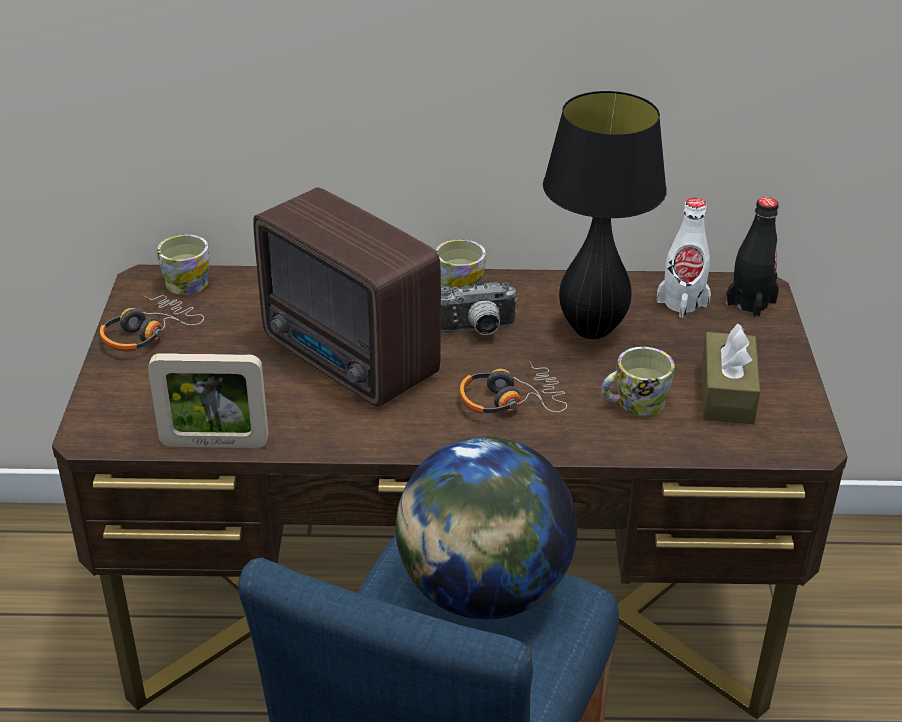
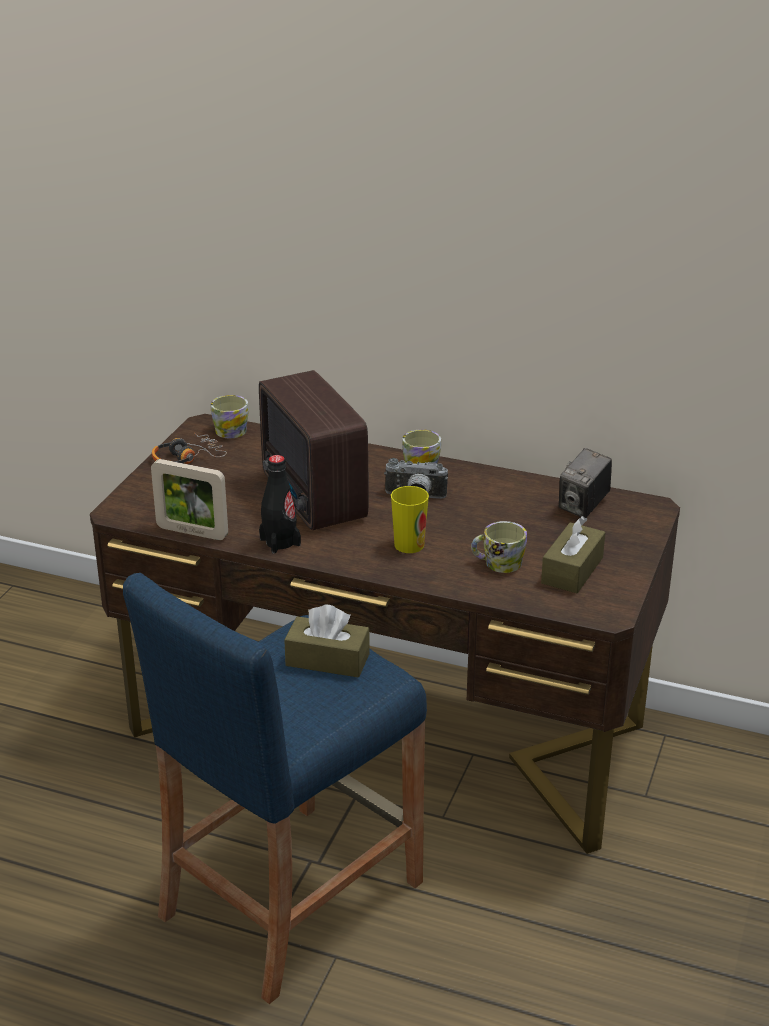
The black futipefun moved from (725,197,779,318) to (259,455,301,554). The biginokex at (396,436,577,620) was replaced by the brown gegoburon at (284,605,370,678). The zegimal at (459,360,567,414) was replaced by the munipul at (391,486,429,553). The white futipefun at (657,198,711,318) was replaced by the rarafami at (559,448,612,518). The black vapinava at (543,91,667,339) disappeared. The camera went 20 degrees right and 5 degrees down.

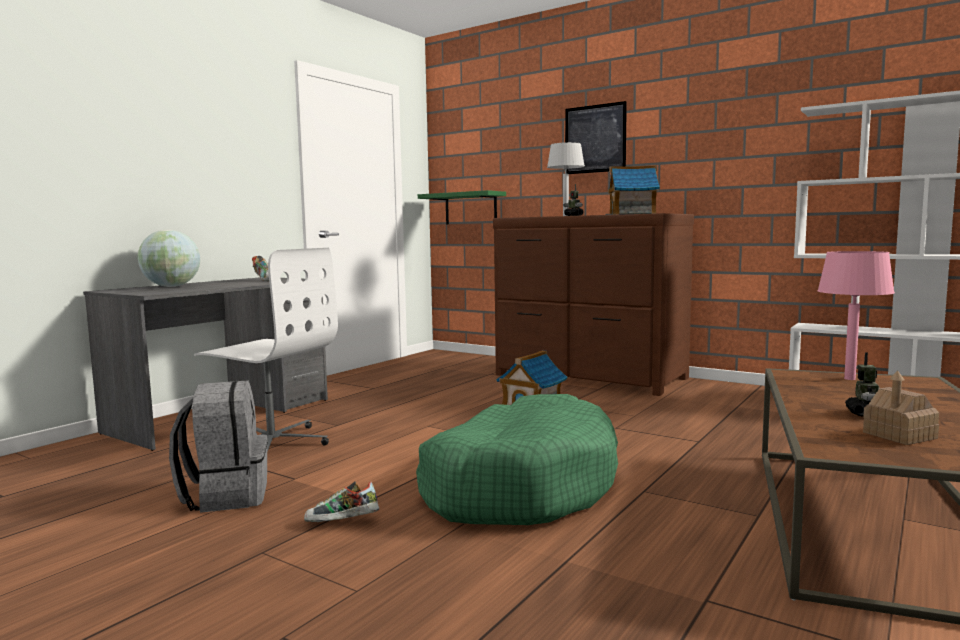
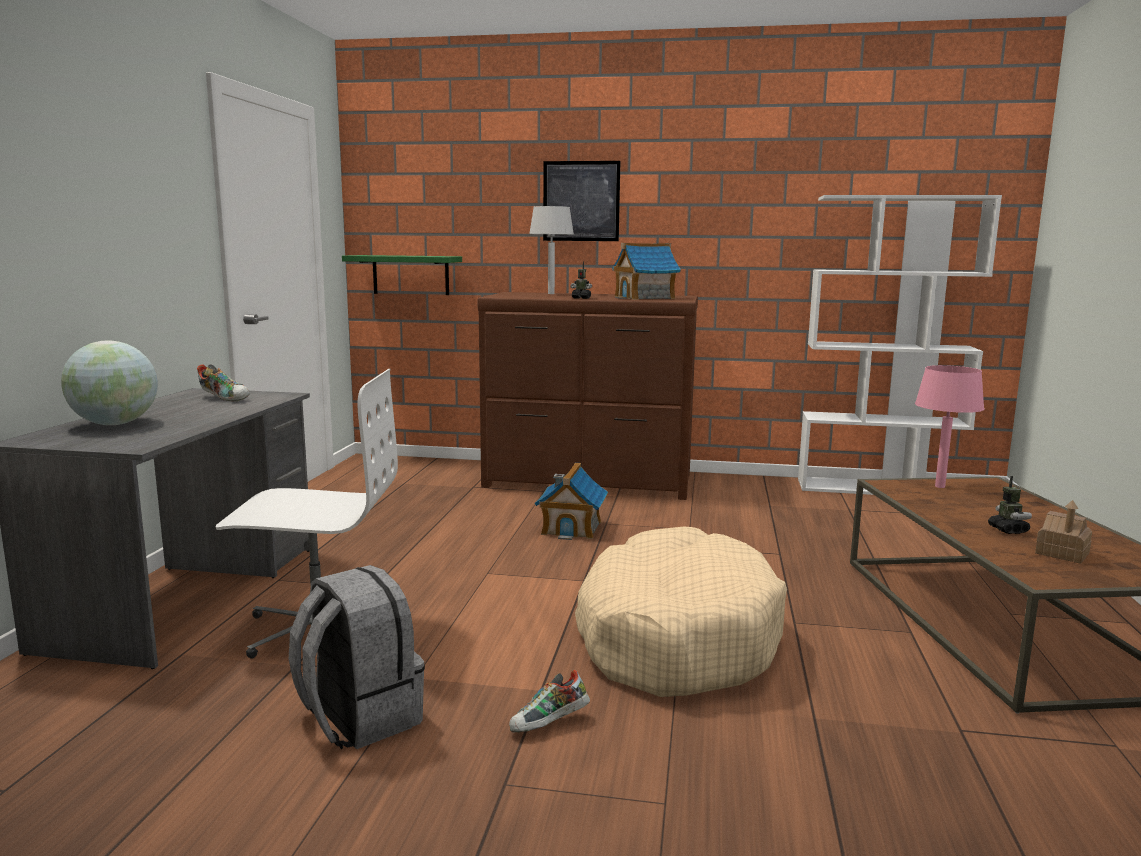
The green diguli at (416,394,618,525) became the beige diguli at (575,527,787,697). The camera went 25 degrees left and 5 degrees up.

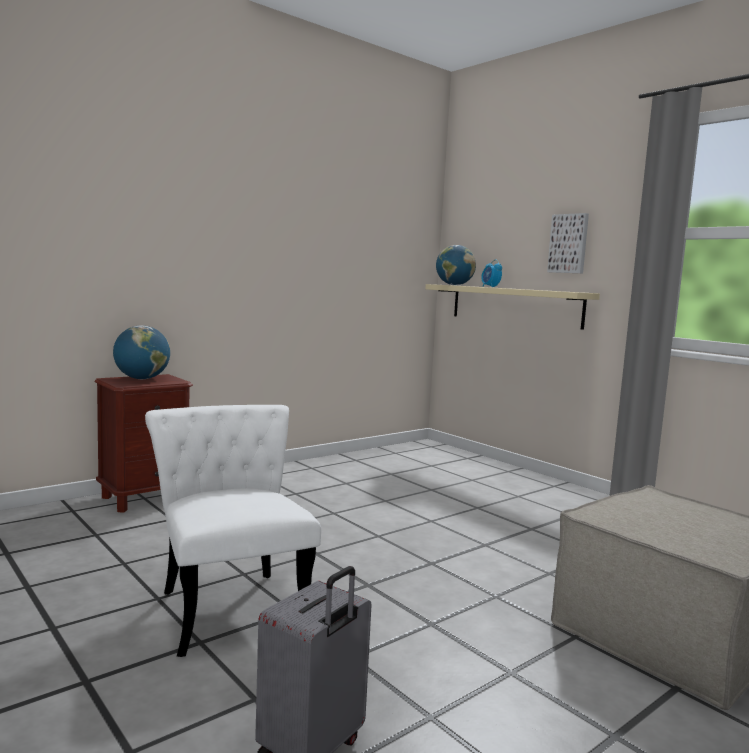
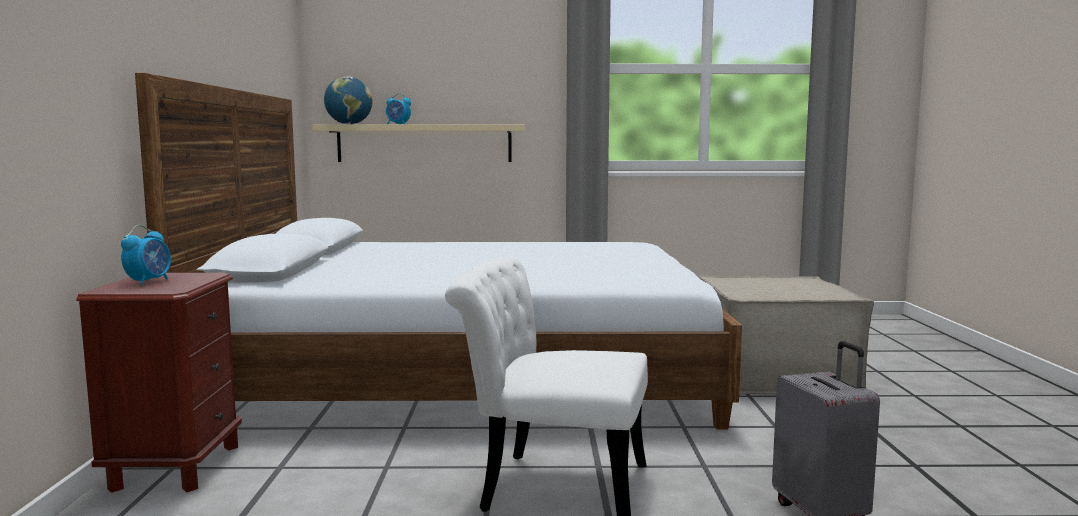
The biginokex at (113,325,170,379) was replaced by the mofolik at (121,225,171,286). The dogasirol at (135,73,742,430) appeared. The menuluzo at (547,213,589,273) disappeared. The camera went 50 degrees left and 0 degrees up.

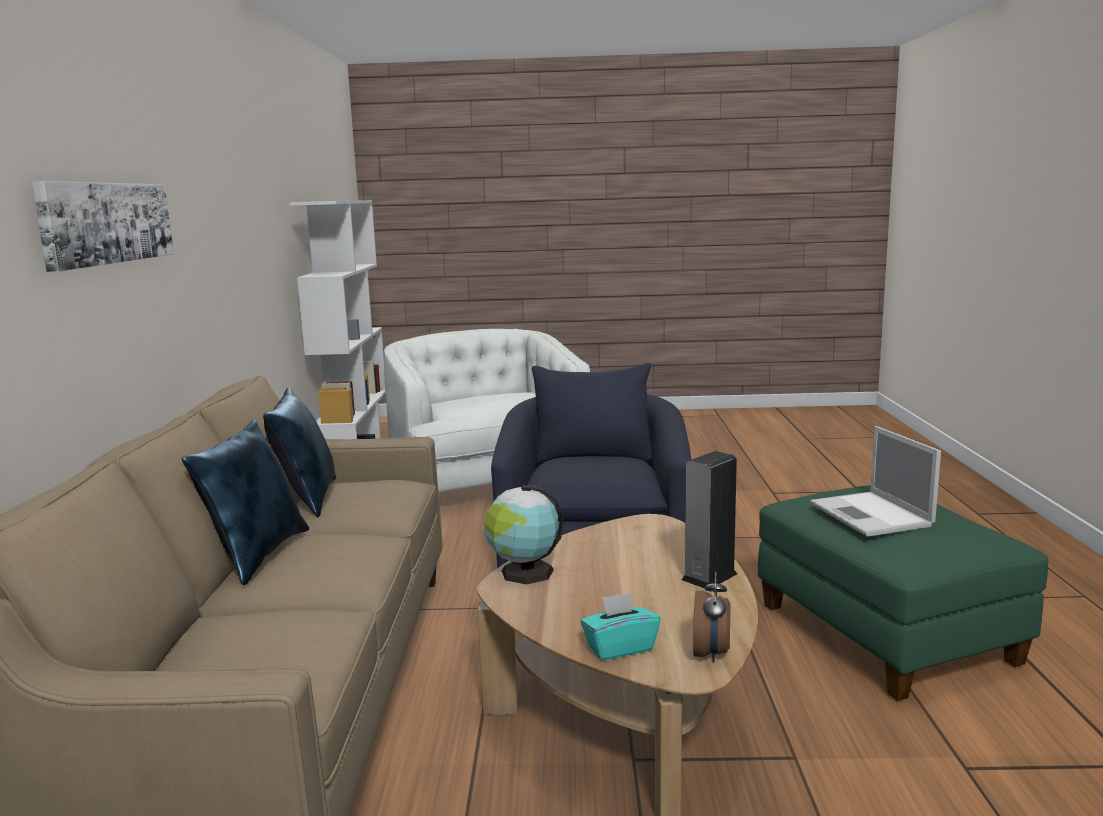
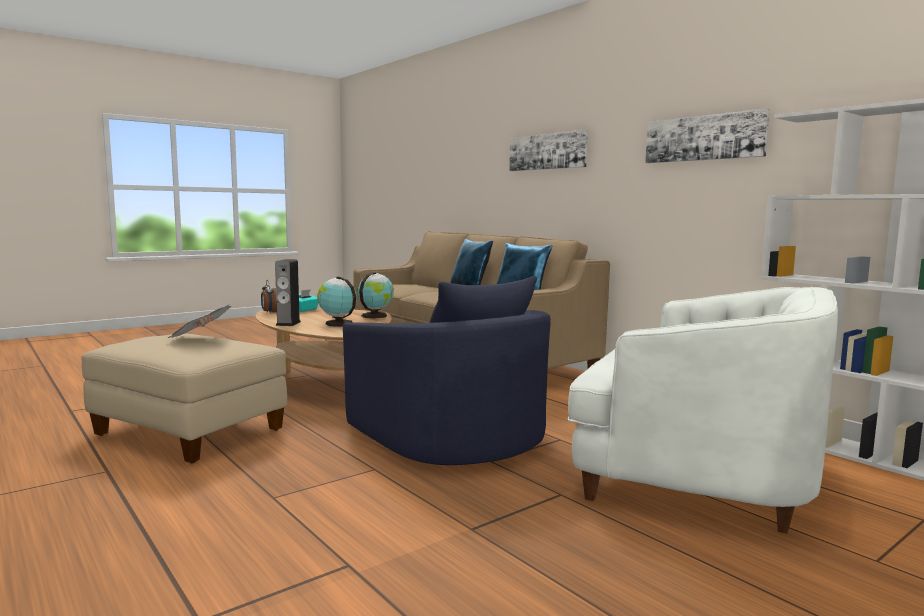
The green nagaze at (758,485,1049,701) became the beige nagaze at (81,334,287,463). The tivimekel at (810,426,941,537) was replaced by the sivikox at (168,305,231,338). The biginokex at (317,277,357,327) appeared. The menuluzo at (645,108,770,163) appeared. The camera went 140 degrees right and 5 degrees down.

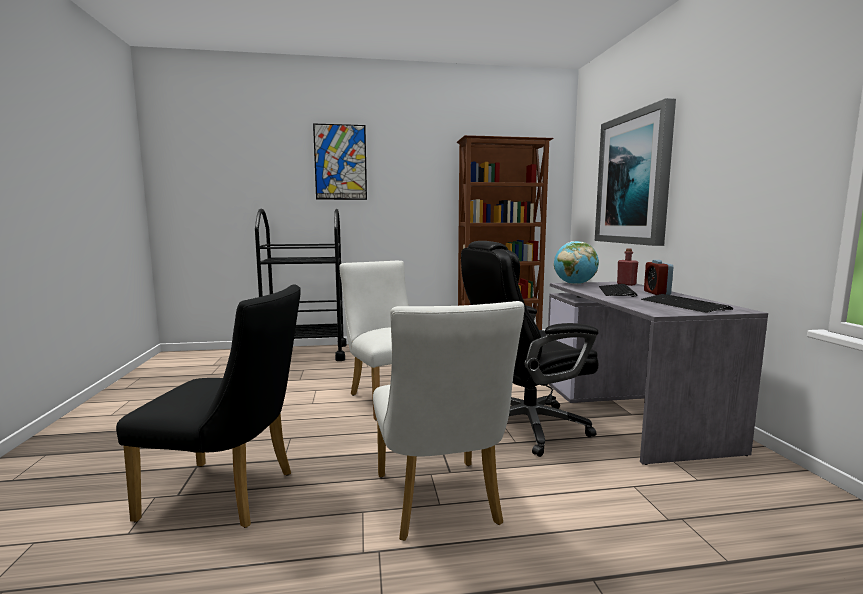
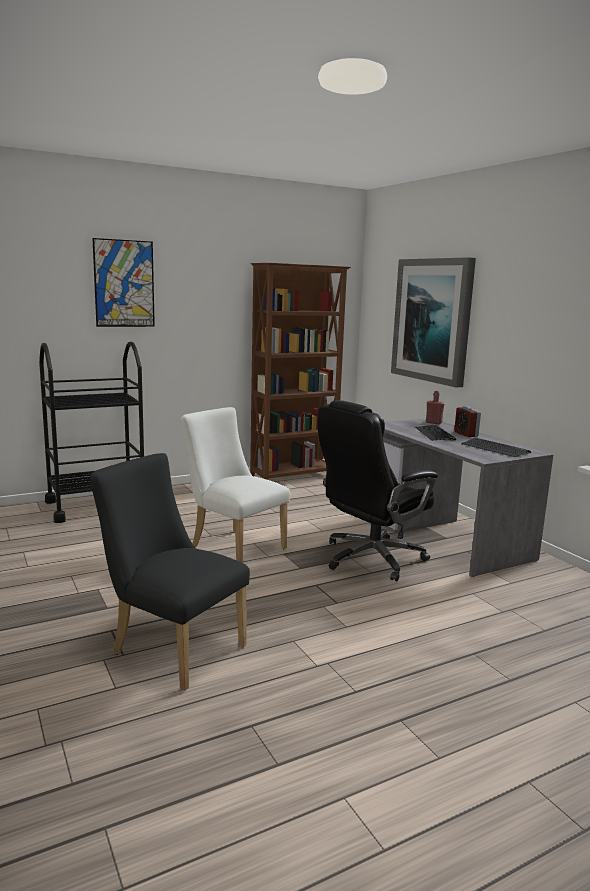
The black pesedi at (116,284,301,528) turned 135 degrees counterclockwise. The white pesedi at (373,301,525,541) disappeared. The biginokex at (554,241,599,285) disappeared. The camera went 20 degrees left and 5 degrees up.

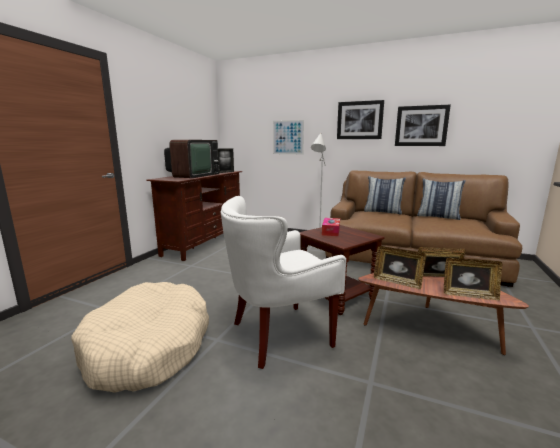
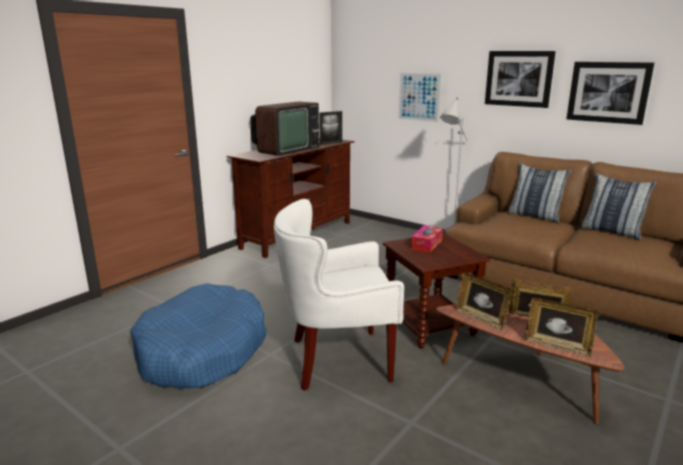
The beige diguli at (71,282,209,393) became the blue diguli at (130,283,266,389). The camera went 15 degrees right and 5 degrees up.

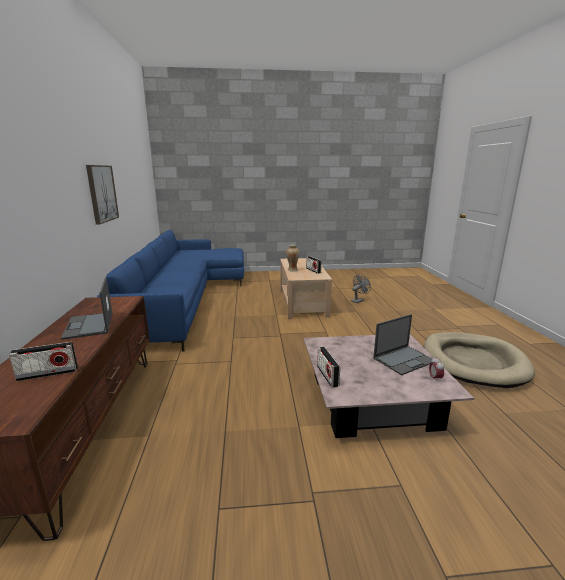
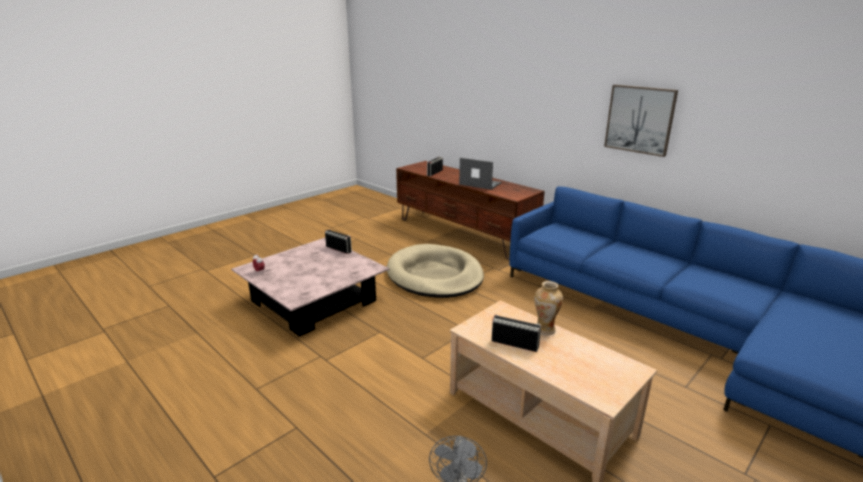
The beige diguli moved from (424,332,535,388) to (387,244,484,298). The tivimekel at (373,314,435,376) disappeared. The camera went 140 degrees right and 5 degrees up.

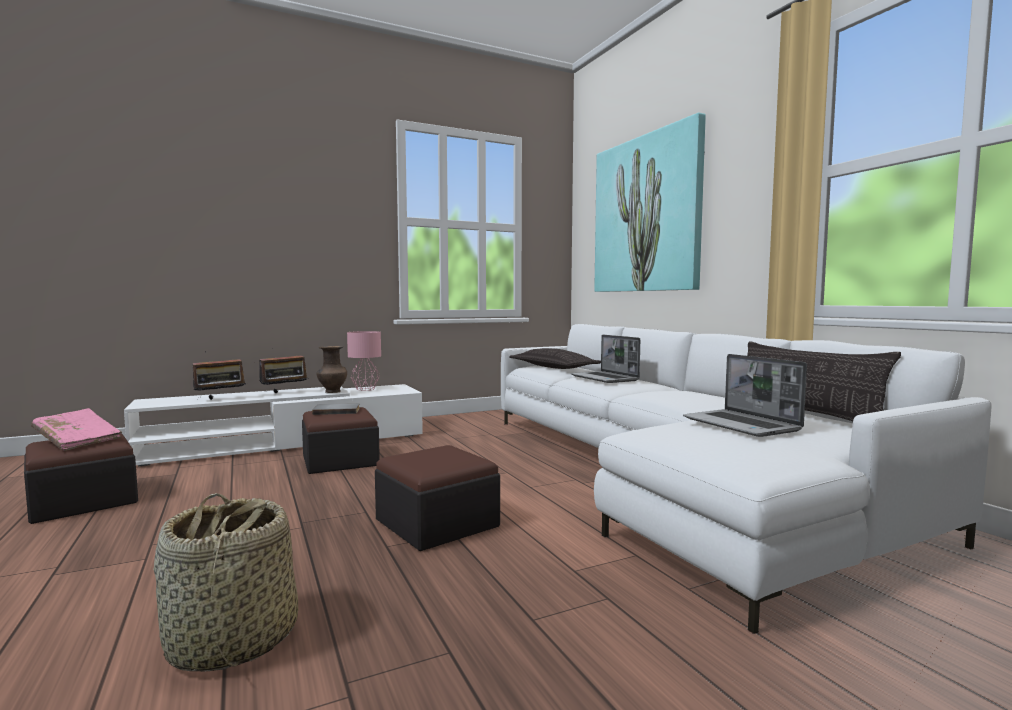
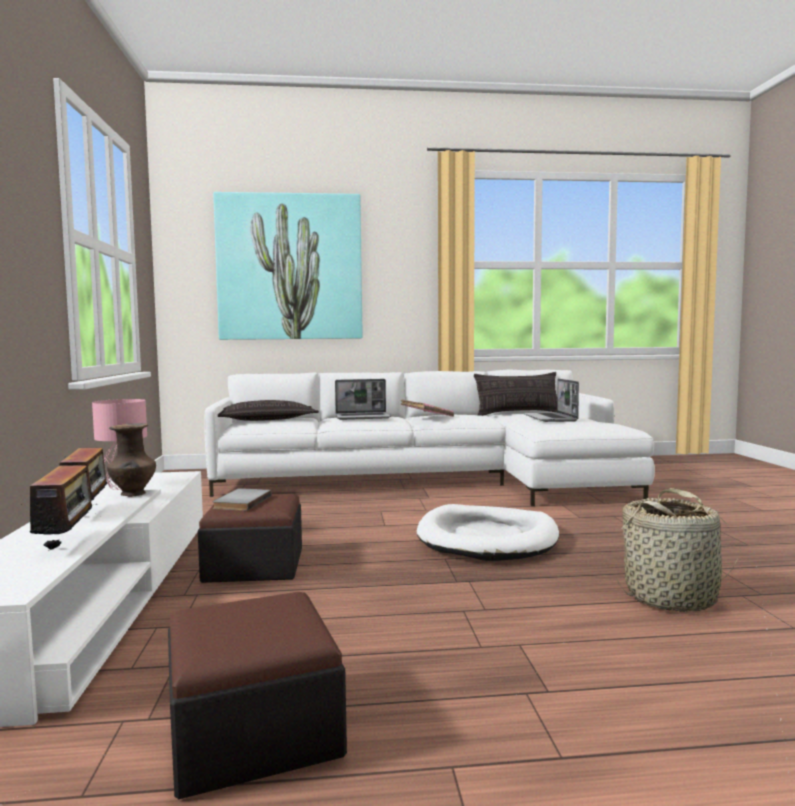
The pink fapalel moved from (31,408,122,451) to (401,399,454,417). The nagaze at (375,445,500,551) was replaced by the white diguli at (417,504,559,561). The tivimekel at (683,354,807,437) turned 90 degrees clockwise. The camera went 70 degrees left and 0 degrees up.

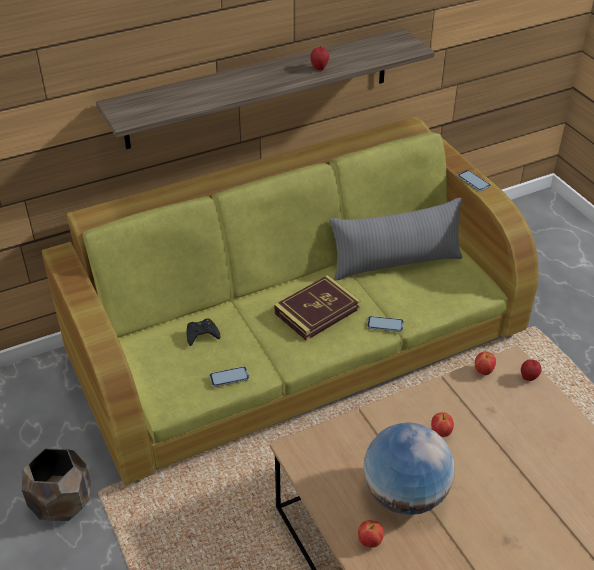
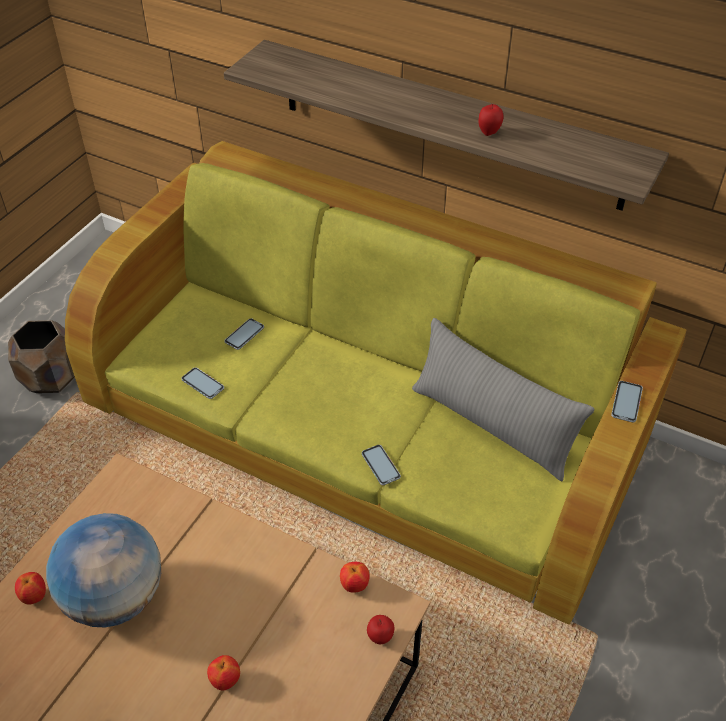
The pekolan moved from (431,412,454,437) to (207,655,240,691). The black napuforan at (187,319,221,346) was replaced by the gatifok at (224,318,264,350). The fapalel at (274,275,360,341) disappeared. The camera went 55 degrees right and 5 degrees up.

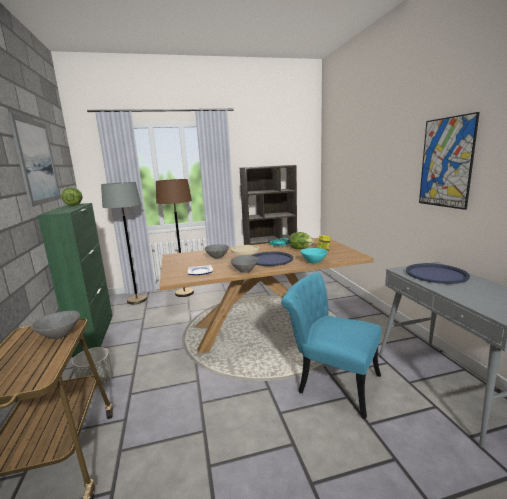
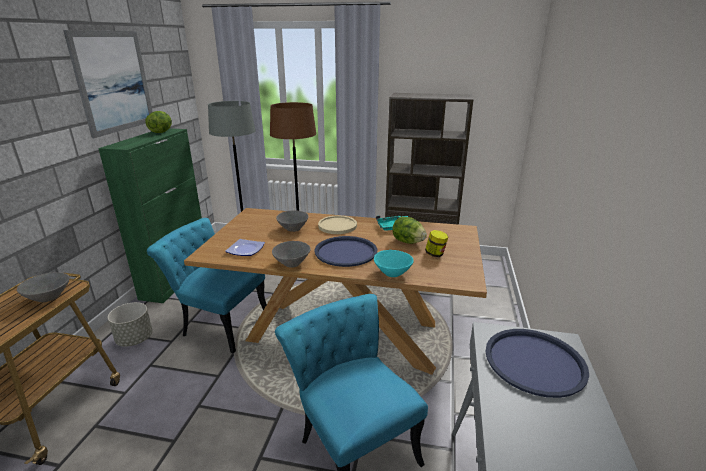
The turquoise pesedi at (147,218,267,353) appeared. The menuluzo at (419,112,480,210) disappeared. The camera went 25 degrees right and 10 degrees up.

